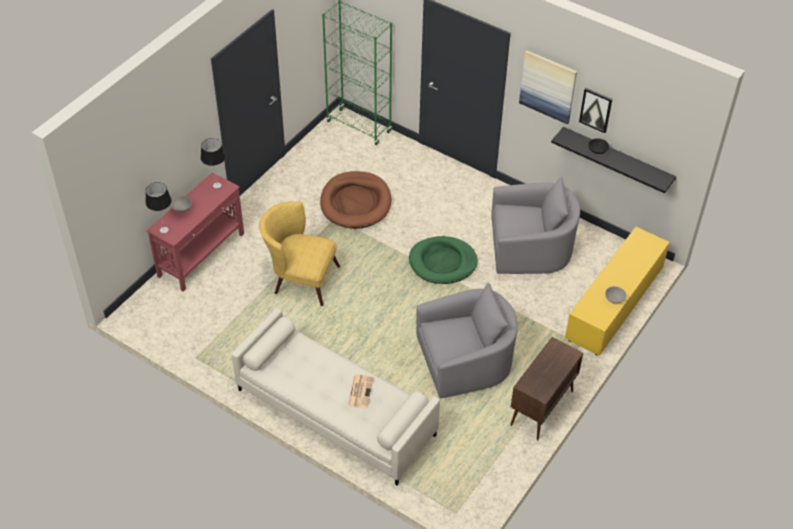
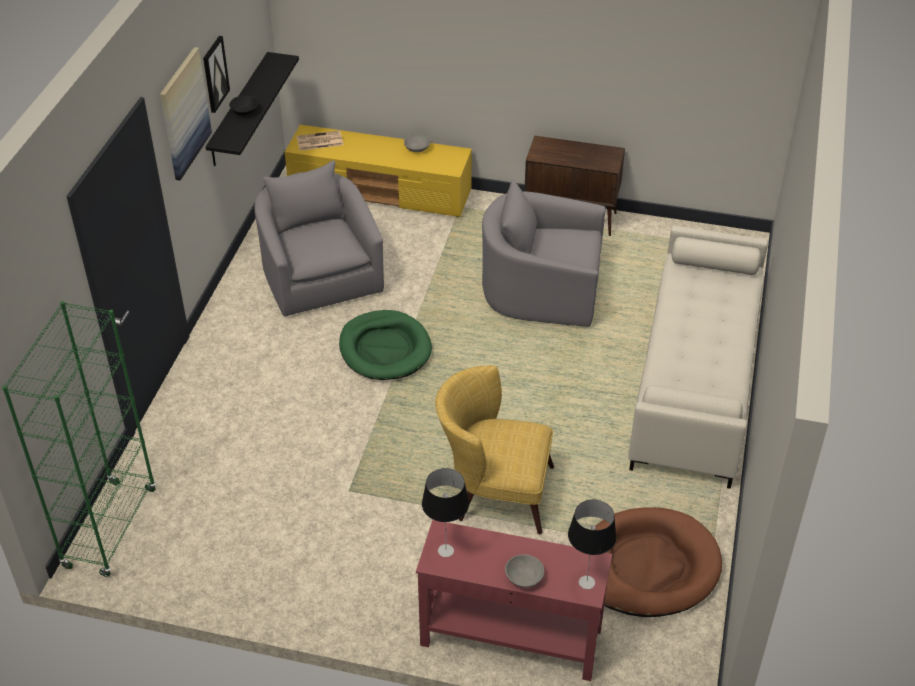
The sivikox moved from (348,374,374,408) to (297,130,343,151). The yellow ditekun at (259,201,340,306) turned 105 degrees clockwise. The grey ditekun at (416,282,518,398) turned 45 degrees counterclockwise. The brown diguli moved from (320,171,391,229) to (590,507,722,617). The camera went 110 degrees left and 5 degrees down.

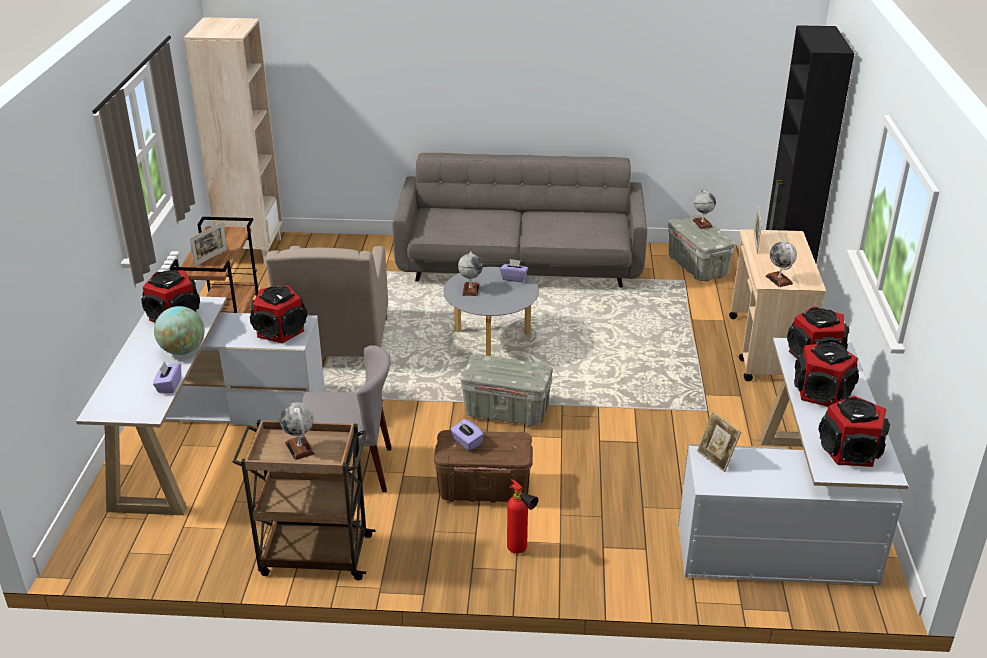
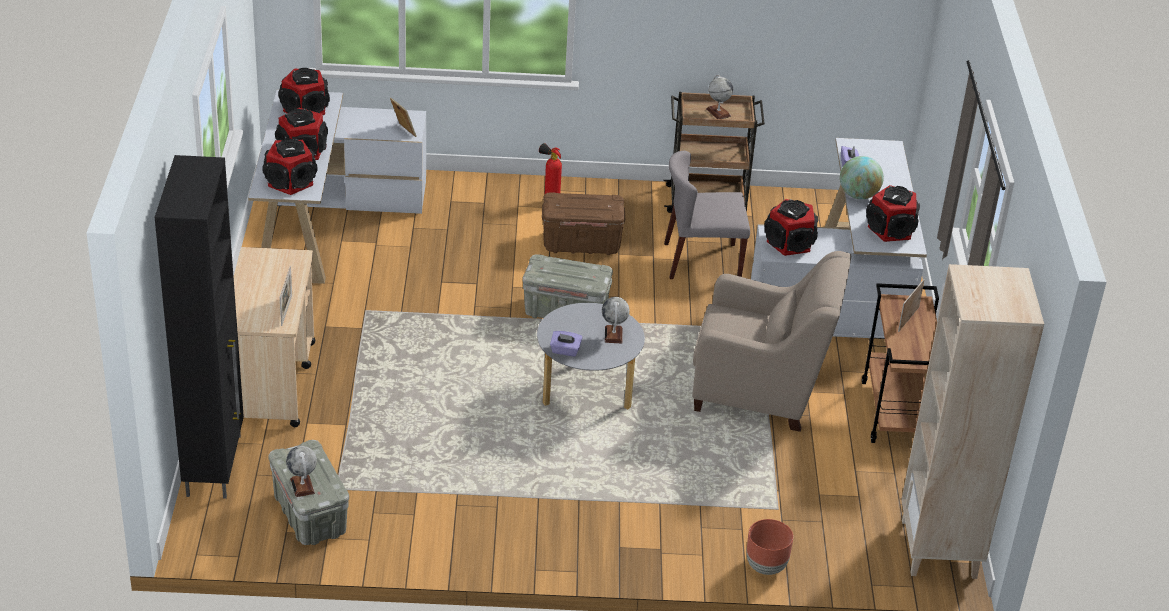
The beige ditekun at (266,246,388,357) turned 105 degrees clockwise. The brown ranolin at (746,519,793,575) appeared. The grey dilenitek at (393,153,647,288) disappeared. The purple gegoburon at (450,419,484,451) disappeared. The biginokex at (766,241,797,287) disappeared. The camera went 175 degrees right and 5 degrees up.

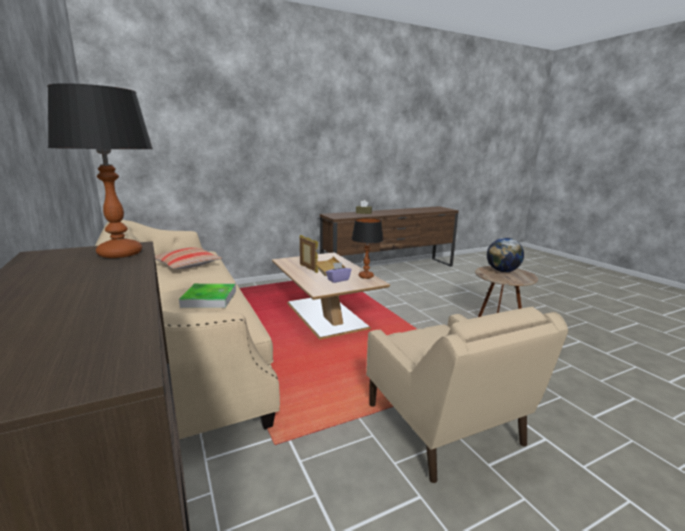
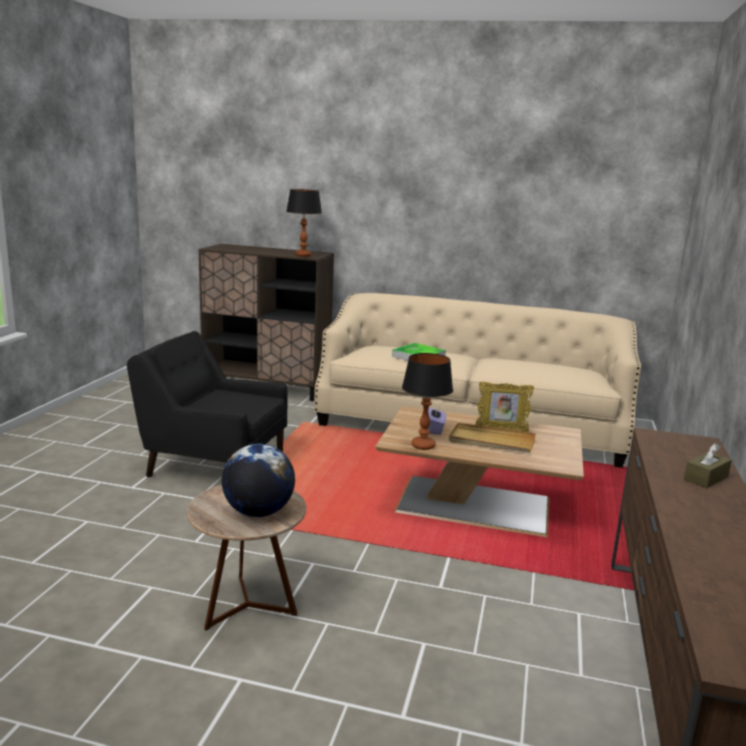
The beige ditekun at (366,307,568,483) became the black ditekun at (127,331,287,477). The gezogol at (155,247,223,269) disappeared. The camera went 130 degrees right and 0 degrees up.

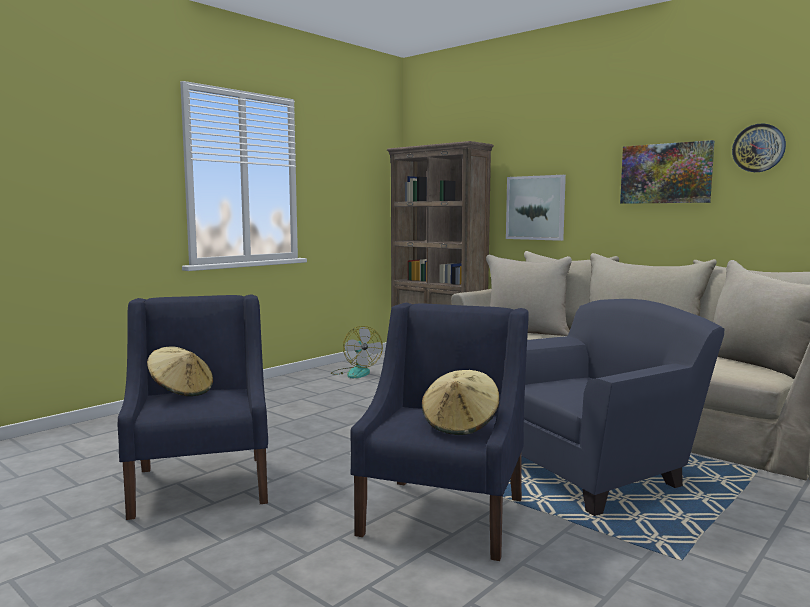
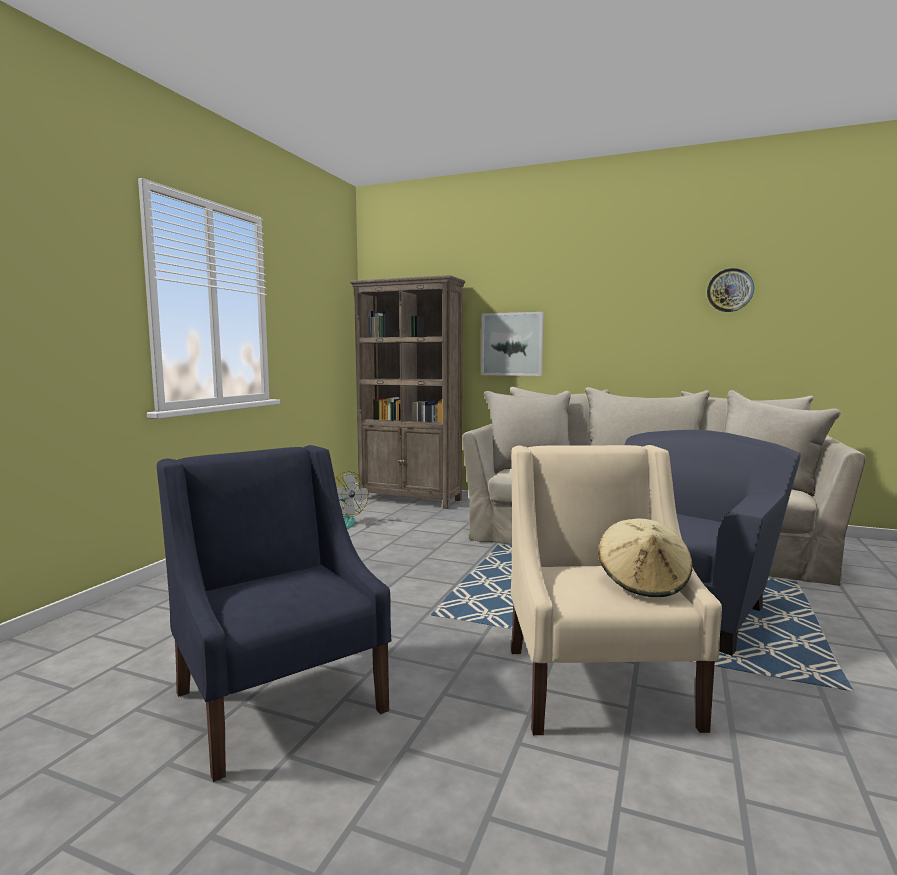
The blue ditekun at (350,303,529,561) became the beige ditekun at (511,445,722,735). The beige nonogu at (147,347,213,396) disappeared. The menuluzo at (620,140,714,204) disappeared. The camera went 20 degrees left and 0 degrees up.

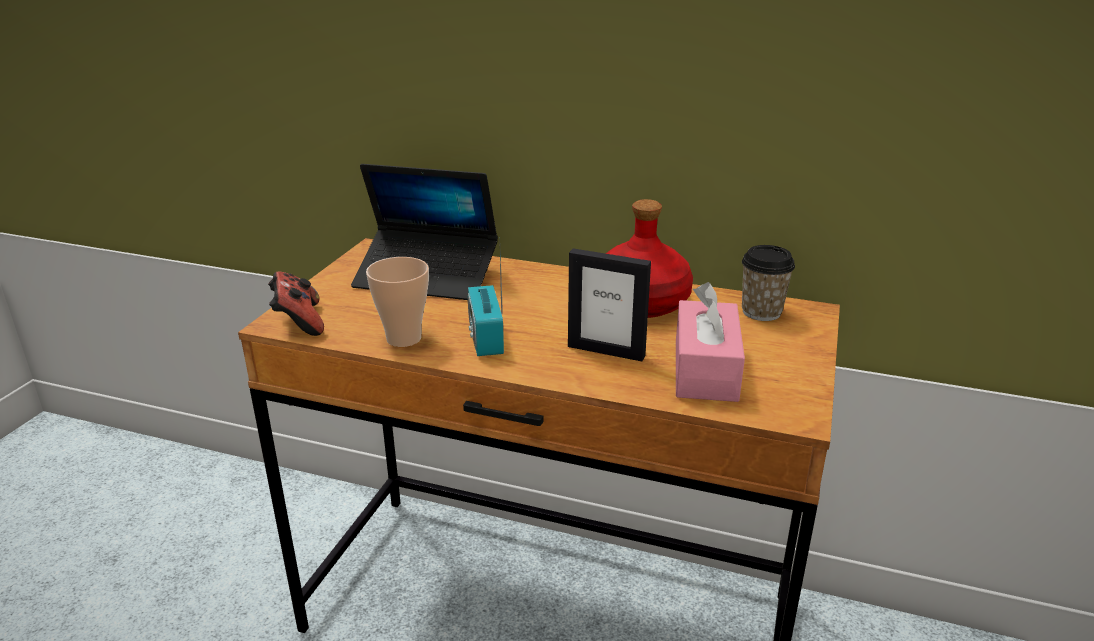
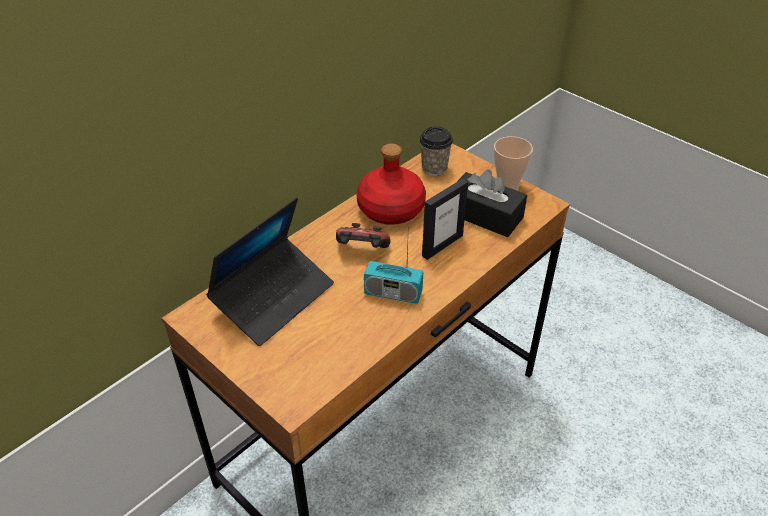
The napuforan moved from (268,271,324,336) to (336,223,391,248). The pink gegoburon at (676,282,745,402) became the black gegoburon at (457,170,527,237). The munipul moved from (366,257,429,347) to (494,136,533,191). The camera went 65 degrees left and 15 degrees up.

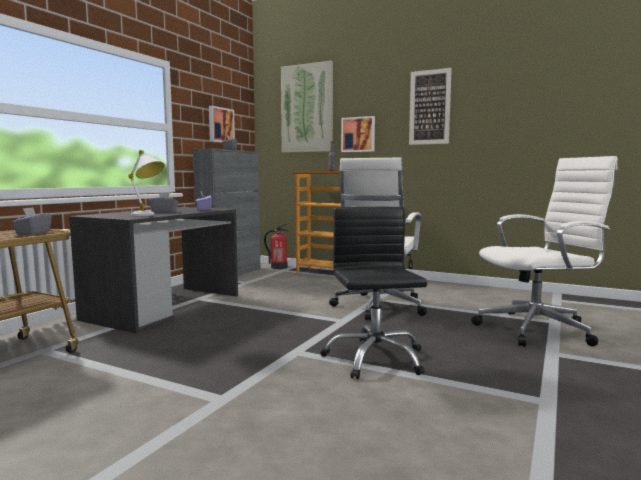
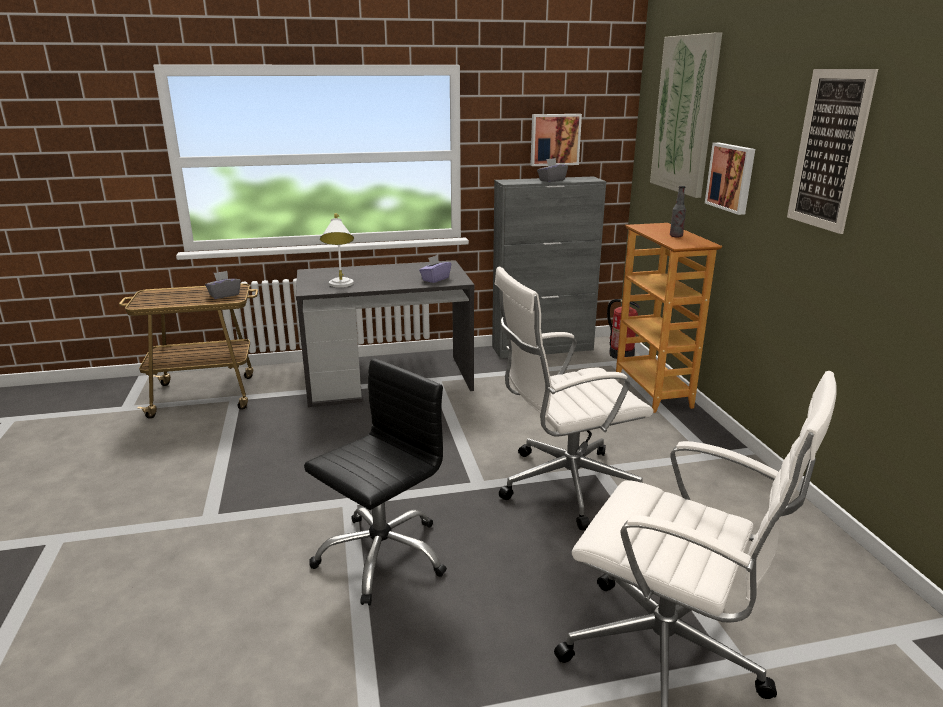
The grey gegoburon at (149,192,178,212) disappeared. The camera went 50 degrees right and 15 degrees up.

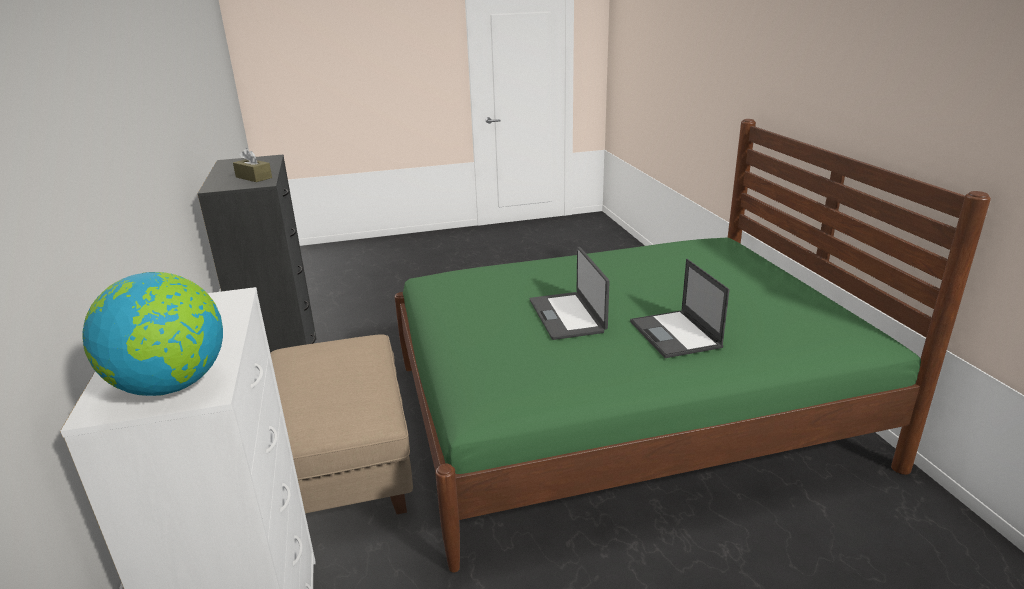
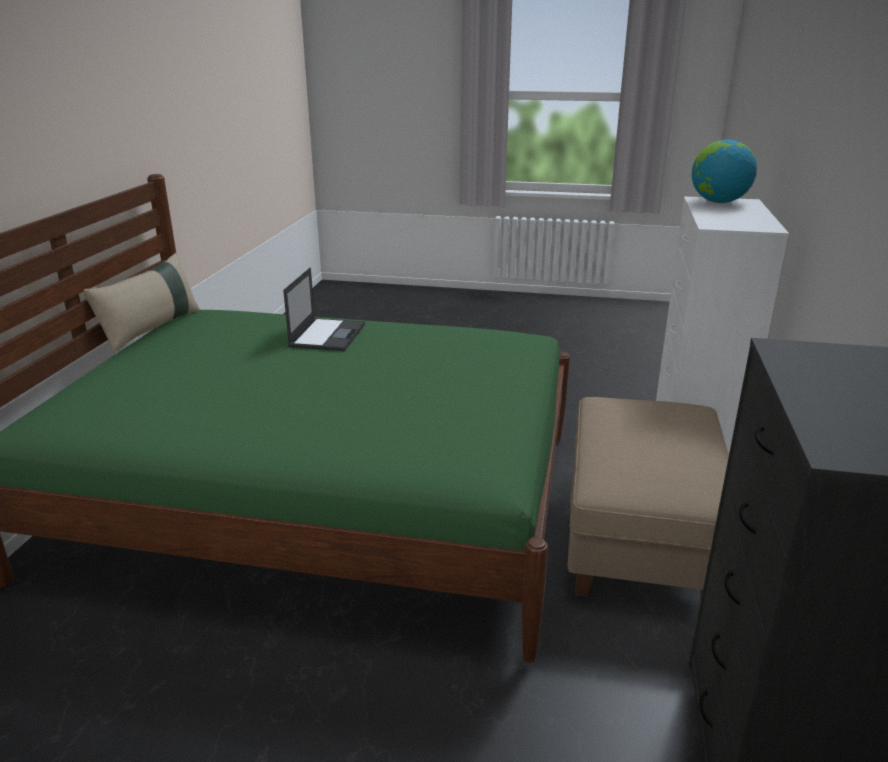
The beige gezogol at (83,253,200,353) appeared. The brown gegoburon at (233,148,272,182) disappeared. The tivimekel at (530,247,610,340) disappeared. The camera went 155 degrees left and 0 degrees up.

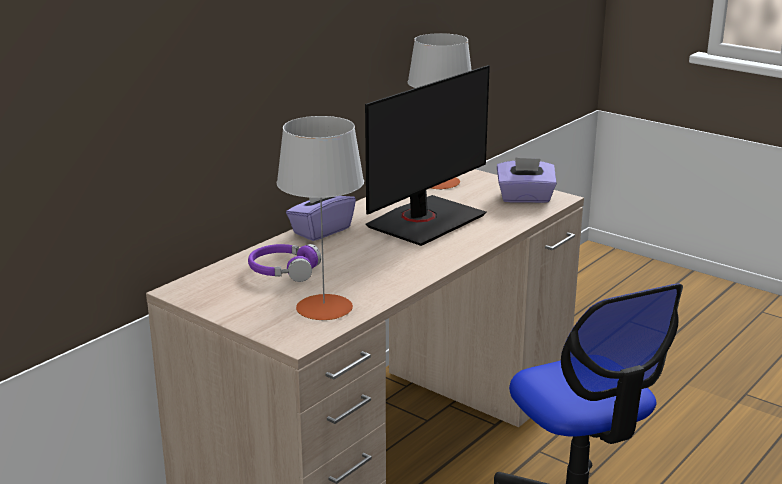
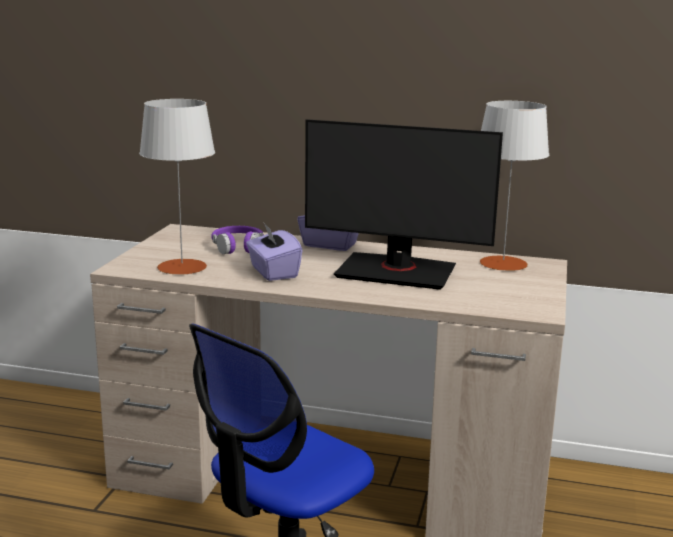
The purple gegoburon moved from (497,157,557,203) to (246,223,303,281). The camera went 65 degrees right and 5 degrees down.

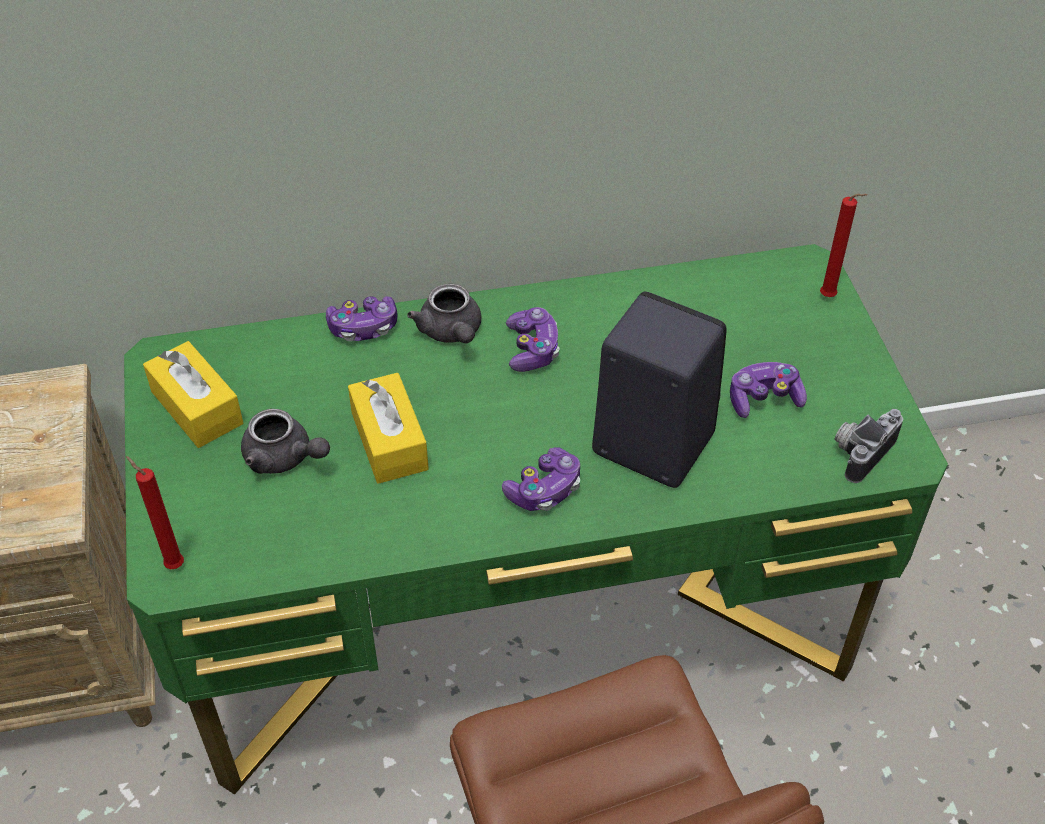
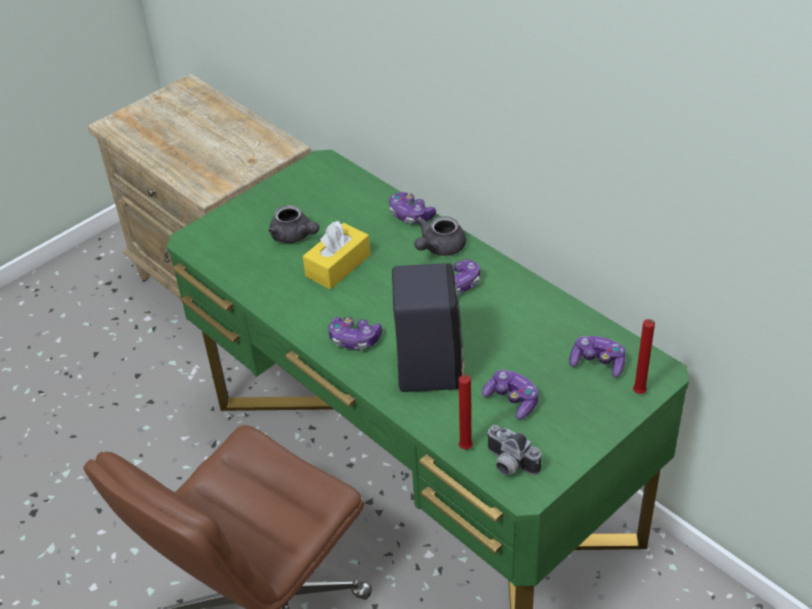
The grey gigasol at (241,409,330,474) turned 45 degrees counterclockwise. The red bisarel moved from (126,456,184,569) to (459,361,473,450). The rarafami at (835,409,903,483) turned 150 degrees counterclockwise. The napuforan at (569,336,626,378) appeared. The yellow gegoburon at (143,341,243,448) disappeared. The camera went 60 degrees right and 5 degrees down.

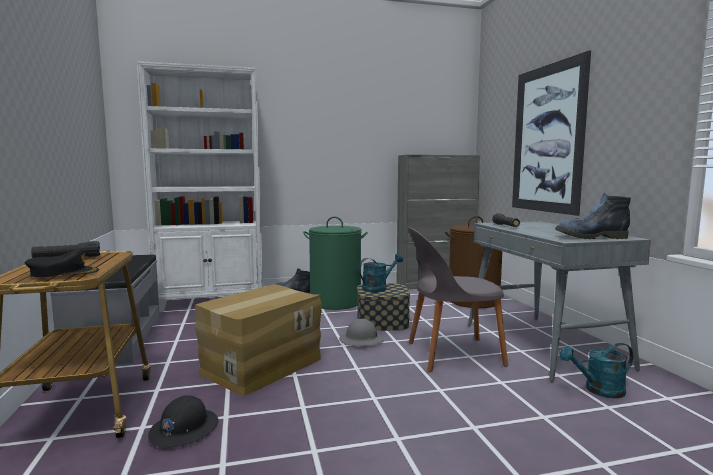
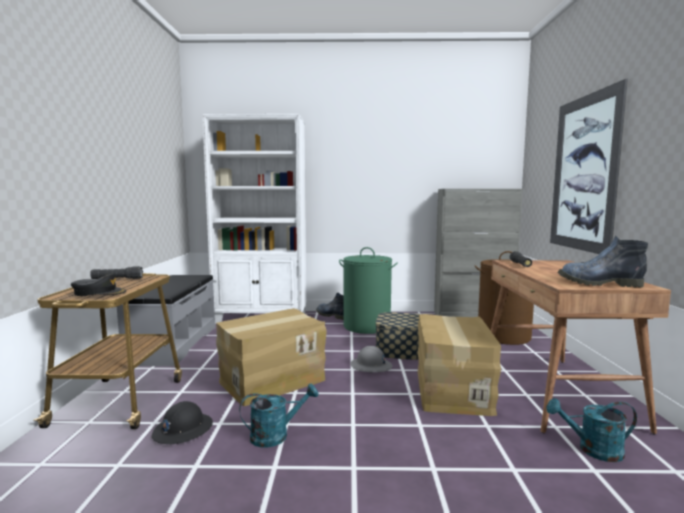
The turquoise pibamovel moved from (359,253,403,292) to (239,383,319,448). The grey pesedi at (407,227,508,372) was replaced by the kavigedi at (418,314,501,416). The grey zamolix at (468,221,651,382) became the brown zamolix at (491,260,671,434). The camera went 15 degrees right and 0 degrees up.

